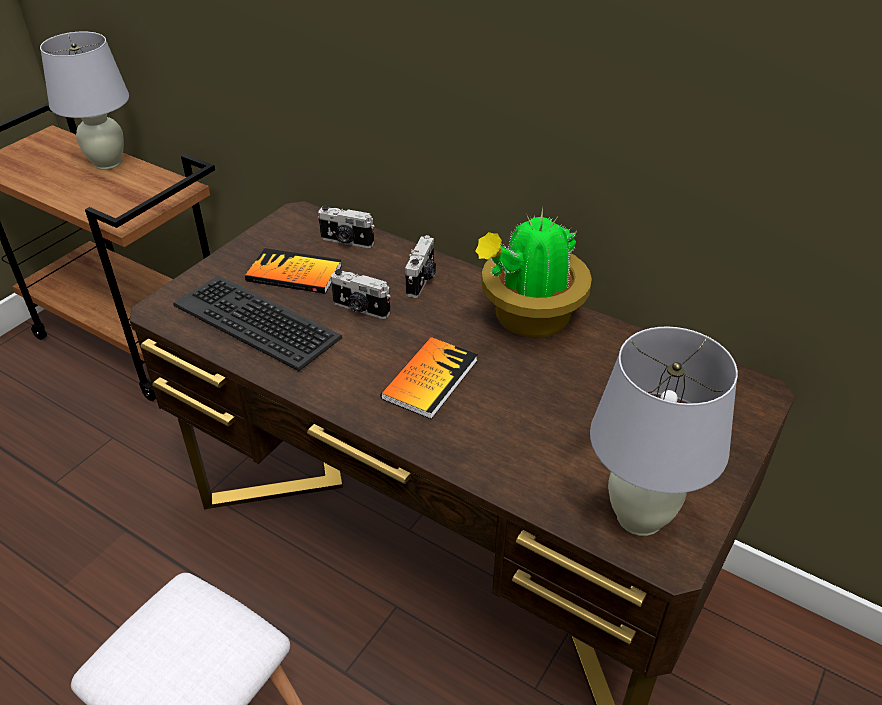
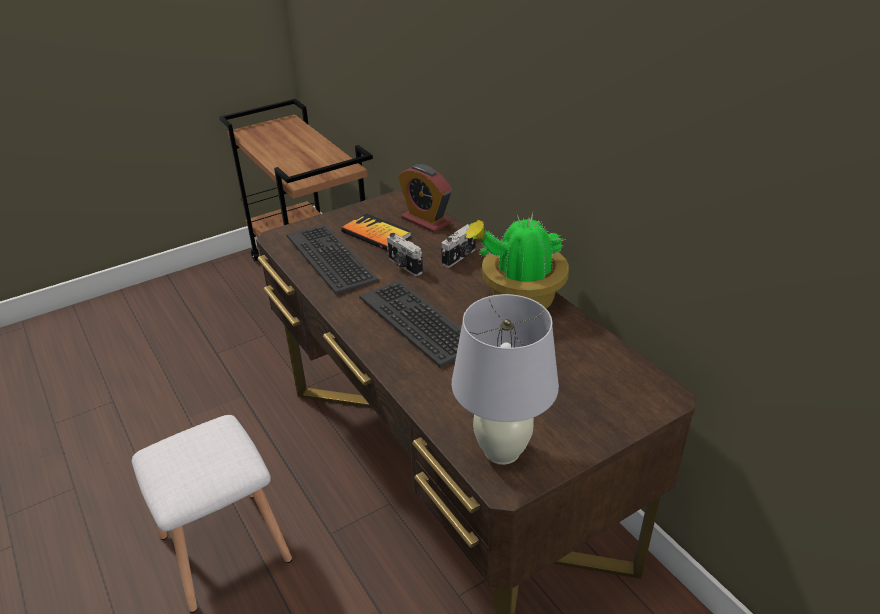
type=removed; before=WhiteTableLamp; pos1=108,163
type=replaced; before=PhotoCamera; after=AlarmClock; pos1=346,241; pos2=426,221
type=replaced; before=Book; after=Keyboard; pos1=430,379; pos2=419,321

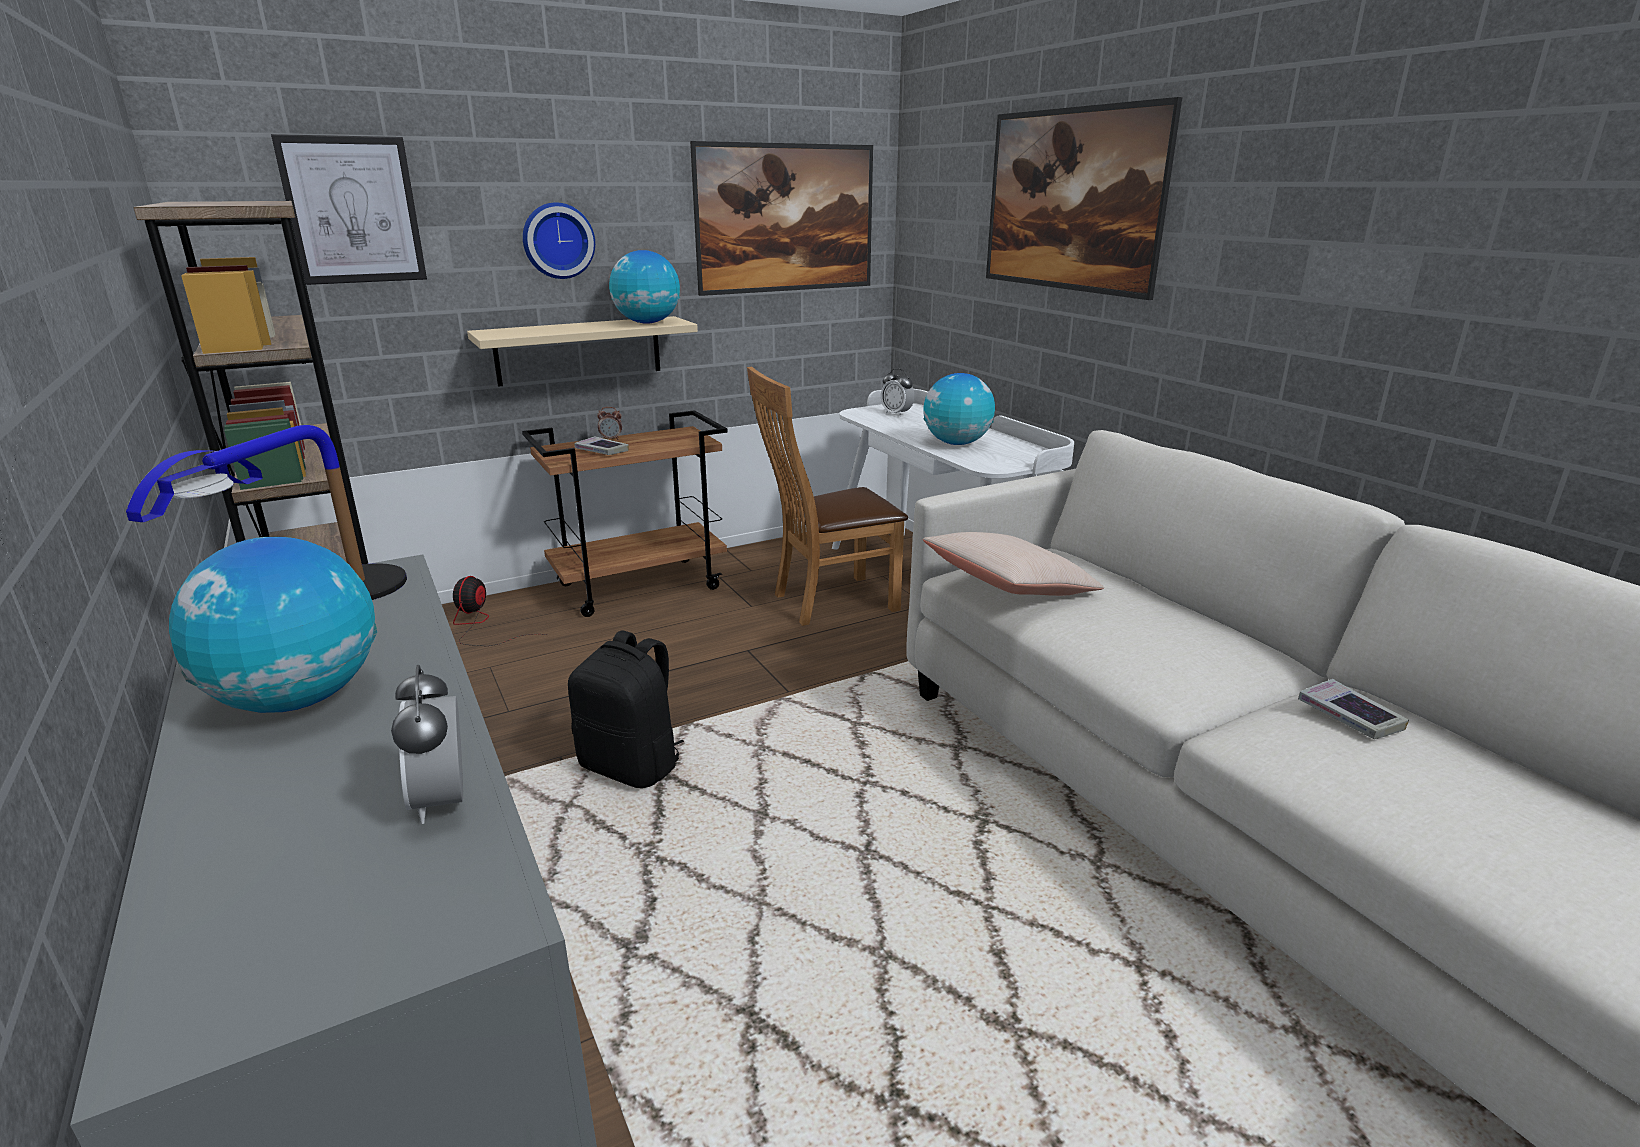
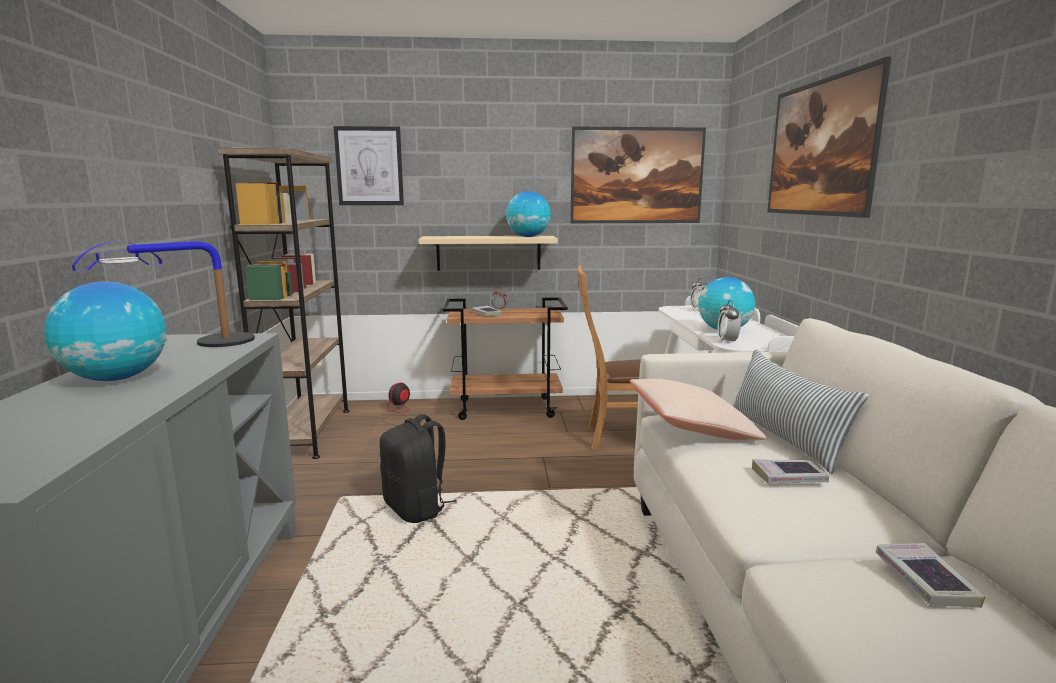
type=removed; before=WallClock; pos1=557,240
type=added; after=Pillow; pos2=784,438
type=added; after=Book; pos2=788,477
type=moved; before=AlarmClock; pos1=442,800; pos2=727,342

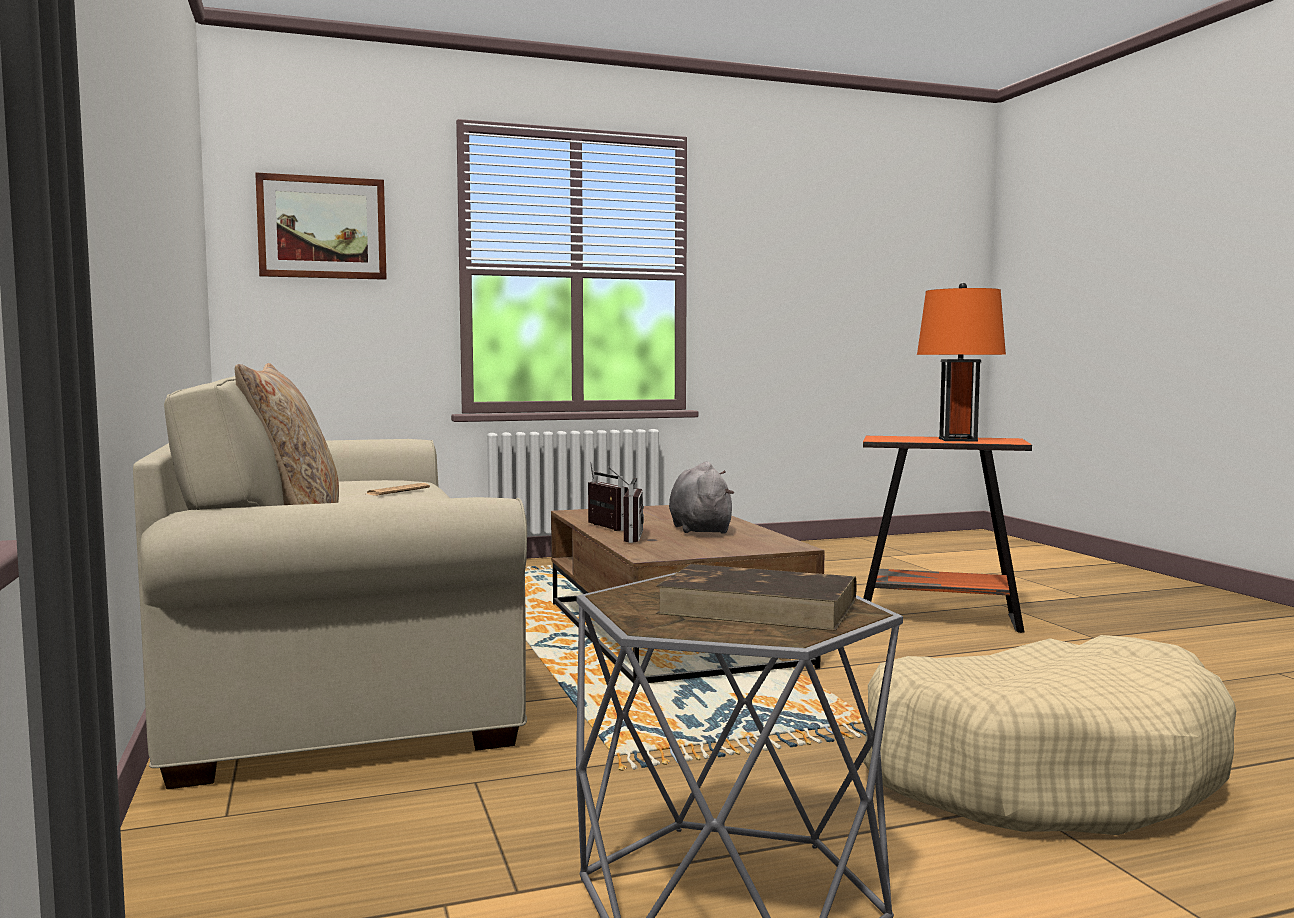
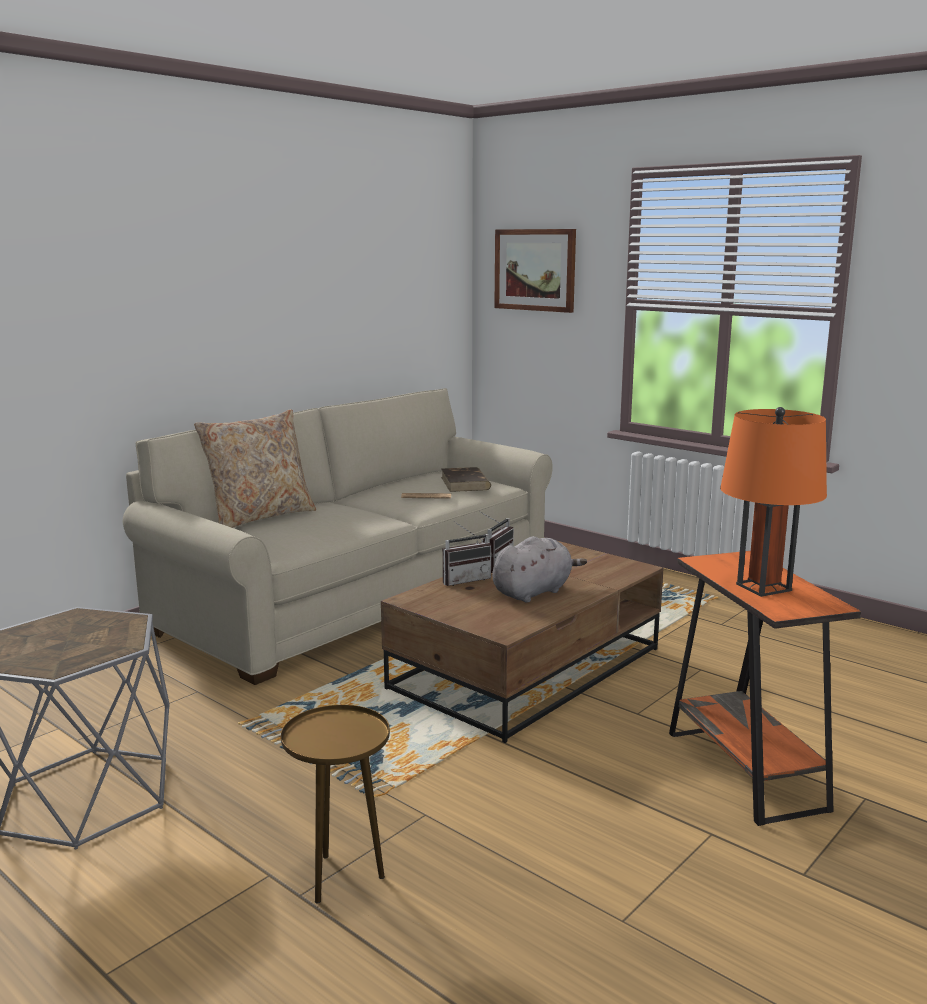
type=moved; before=BrownBook; pos1=760,607; pos2=465,483
type=replaced; before=BeigeDogBed; after=BrownSideTable; pos1=1041,772; pos2=341,877

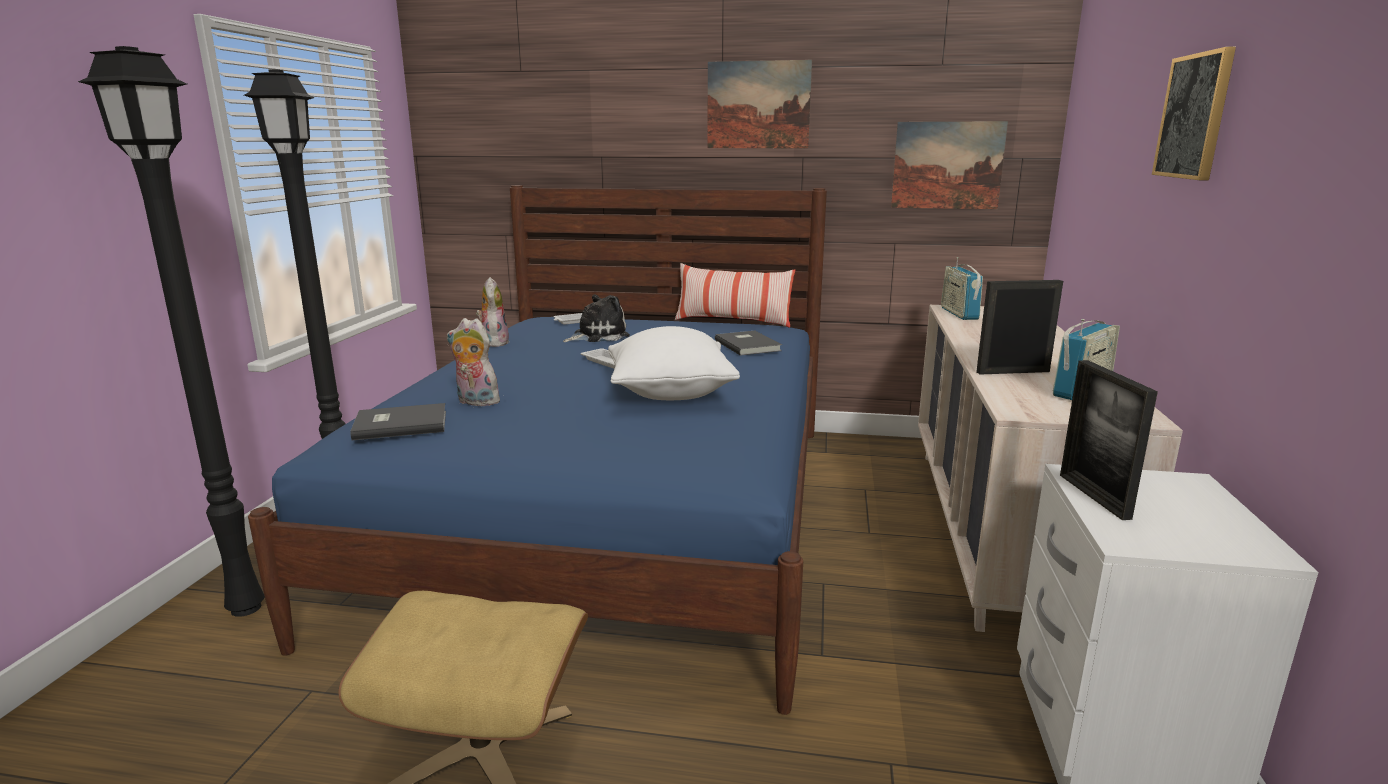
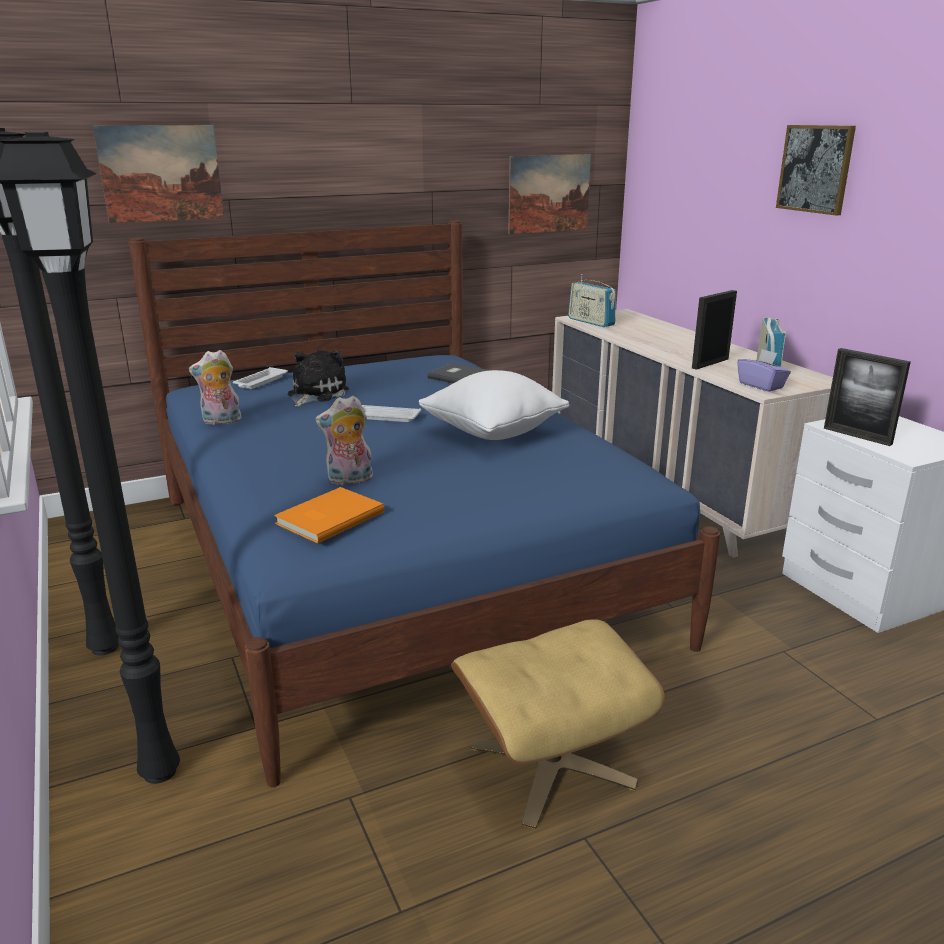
type=removed; before=Pillow; pos1=733,321
type=added; after=PurpleTissueBox; pos2=761,385
type=moved; before=Picture; pos1=758,105; pos2=161,173
type=recoloured; before=GreyBook; after=OrangeBook; pos1=399,424; pos2=327,517
type=turned; before=PlushToy; pos1=494,342; pos2=220,421; turn=-60

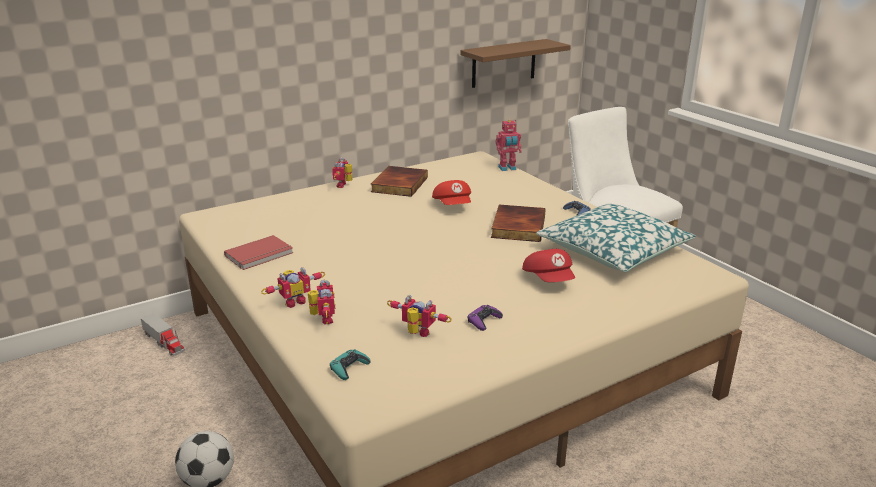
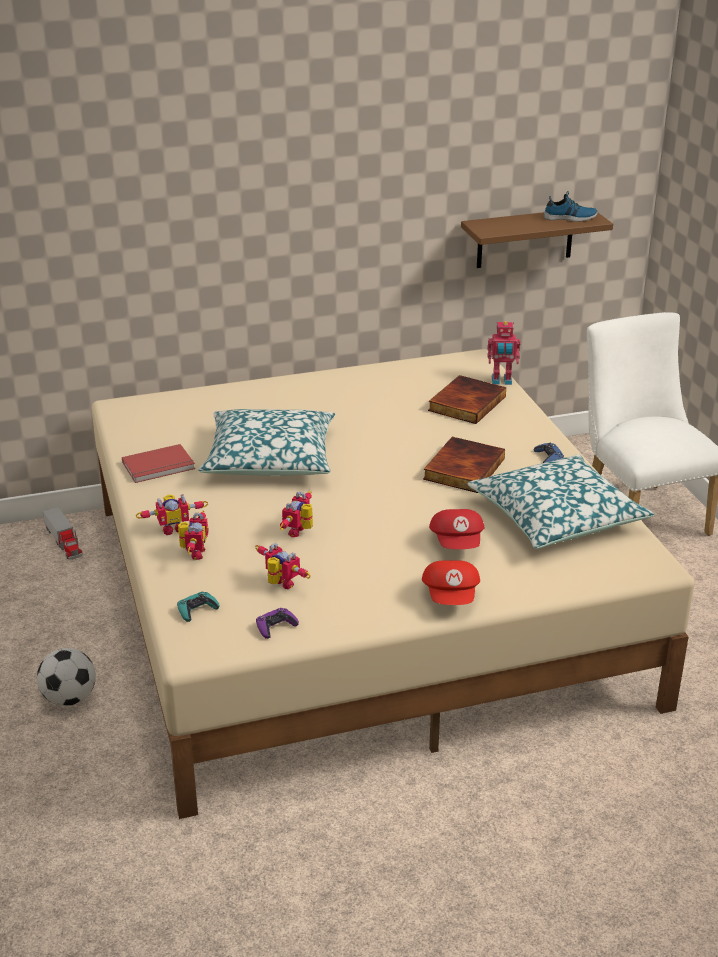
type=added; after=Pillow; pos2=270,458
type=added; after=Shoe; pos2=570,218
type=moved; before=ToyRobot; pos1=344,185; pos2=300,532
type=moved; before=Book; pos1=398,184; pos2=466,403
type=moved; before=RedCap; pos1=453,206; pos2=451,596
type=moved; before=PurpleGameController; pos1=484,321; pos2=276,626

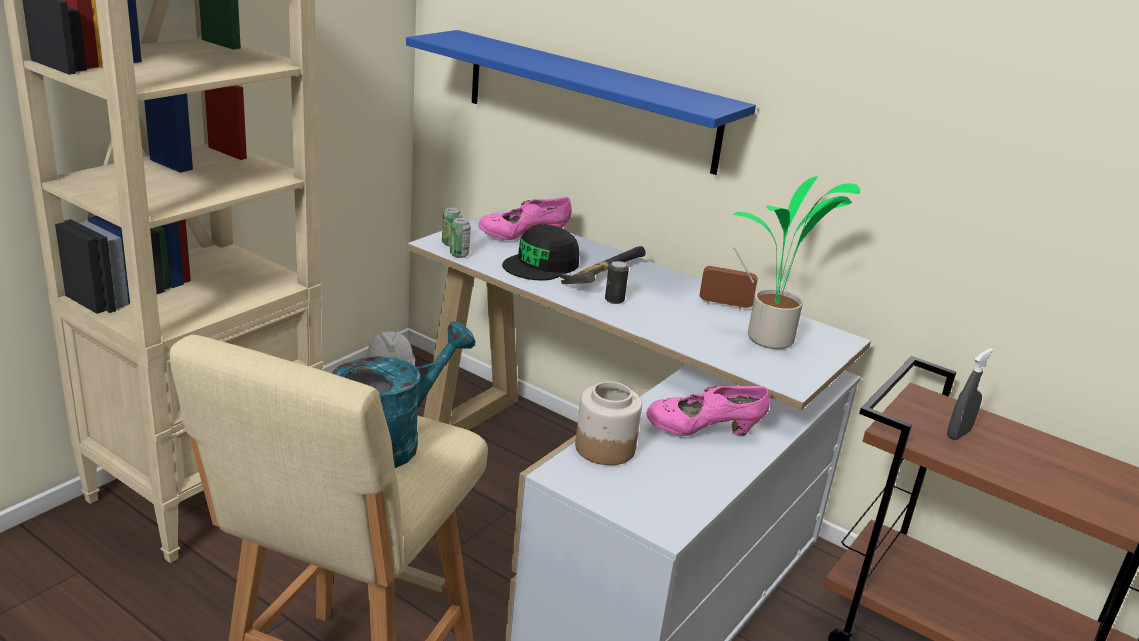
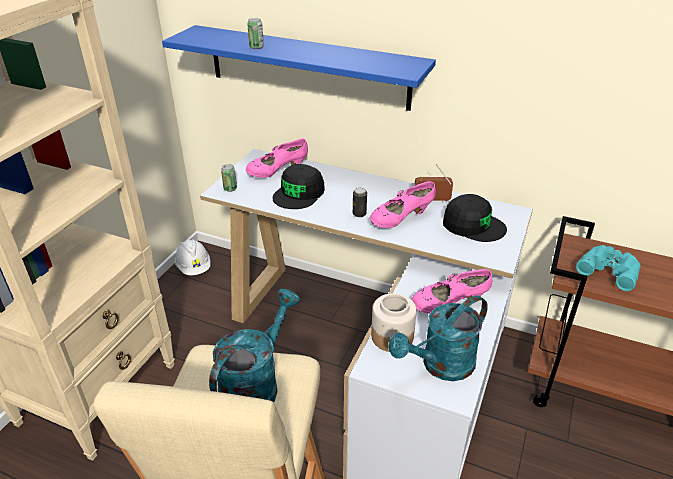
type=removed; before=Hammer; pos1=600,276
type=added; after=PinkShoe; pos2=401,219
type=added; after=TurquoiseWateringCan; pos2=440,366
type=moved; before=Can; pos1=459,254; pos2=256,47
type=replaced; before=PottedPlant; after=BlackCap; pos1=771,341; pos2=473,225
type=replaced; before=GreySprayBottle; after=TurquoiseBinoculars; pos1=958,434; pos2=609,269

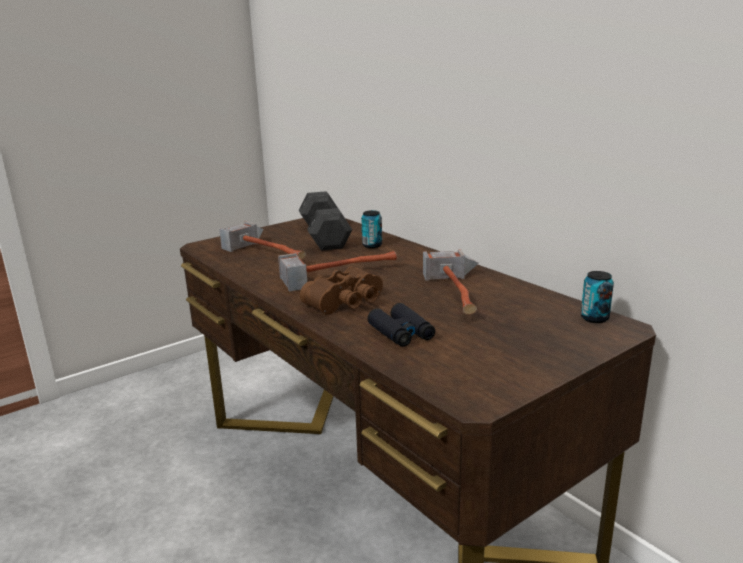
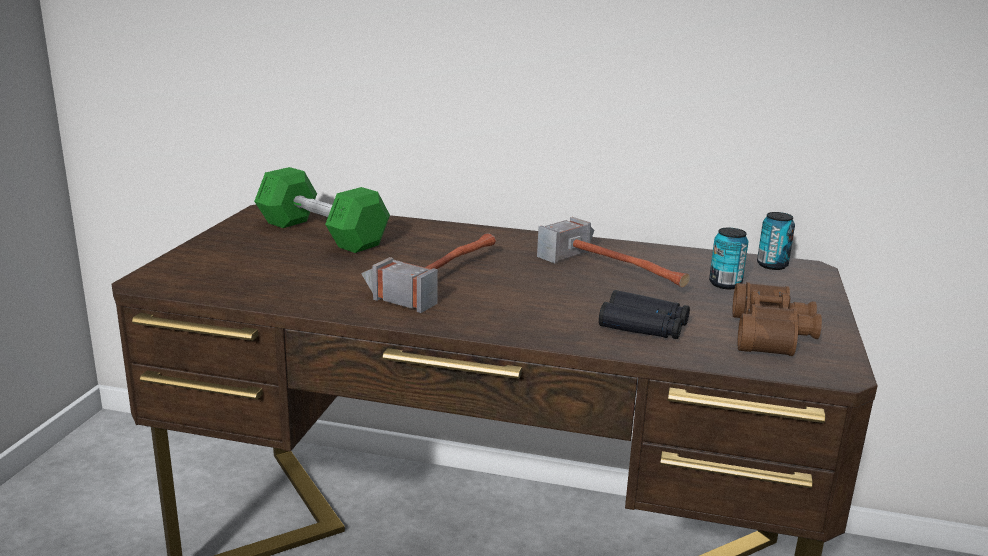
type=removed; before=Hammer; pos1=272,253
type=moved; before=BrownBinoculars; pos1=347,303; pos2=773,335
type=moved; before=Can; pos1=372,245; pos2=725,284
type=recoloured; before=GreyDumbbell; after=GreenDumbbell; pos1=325,236; pos2=322,233

